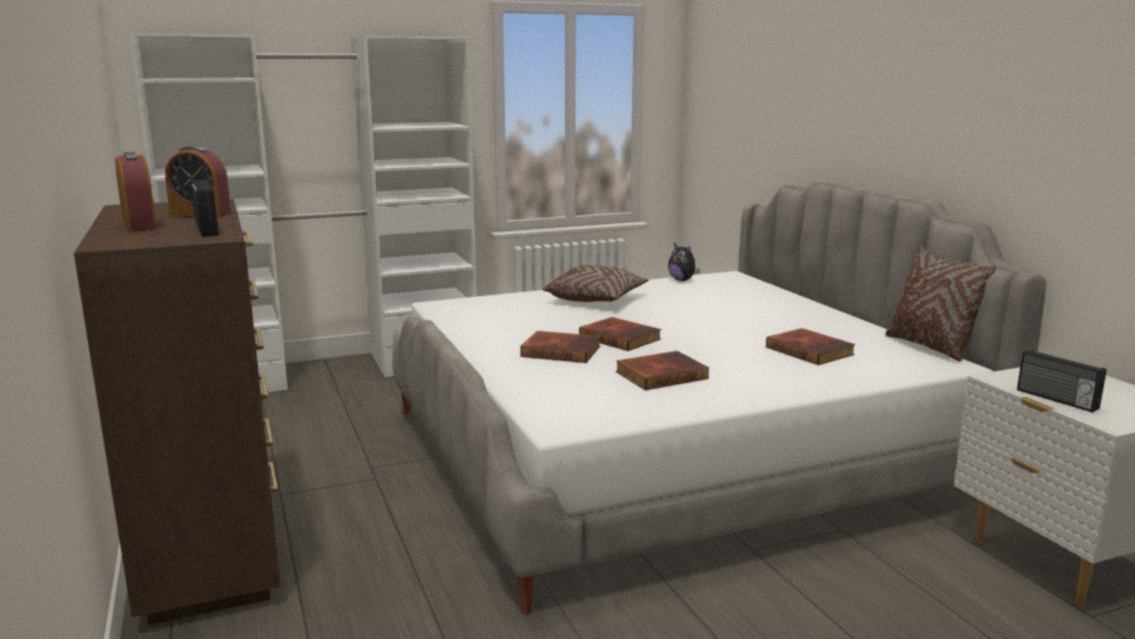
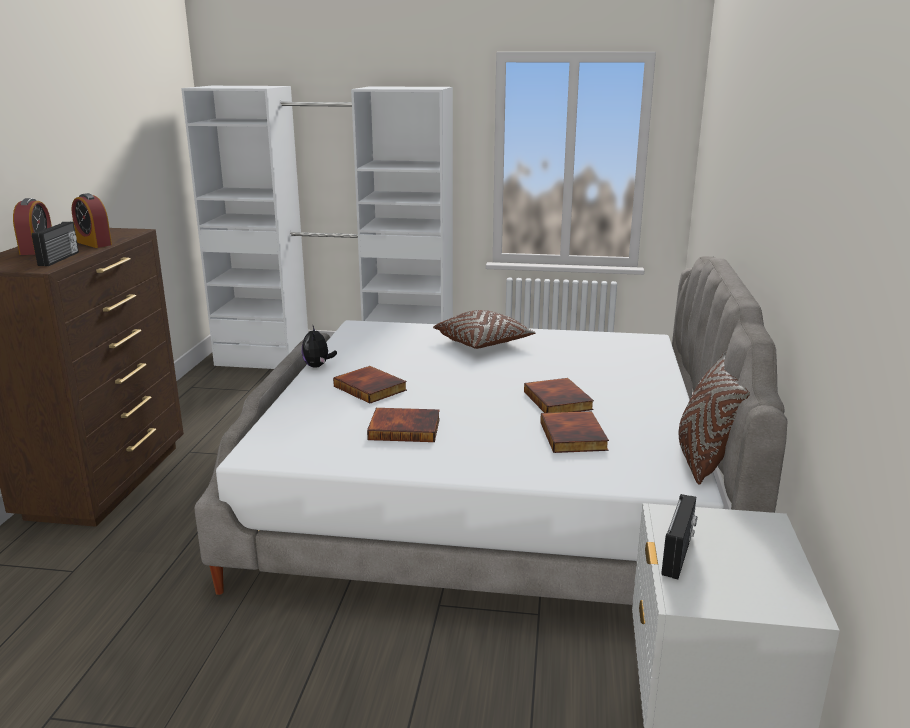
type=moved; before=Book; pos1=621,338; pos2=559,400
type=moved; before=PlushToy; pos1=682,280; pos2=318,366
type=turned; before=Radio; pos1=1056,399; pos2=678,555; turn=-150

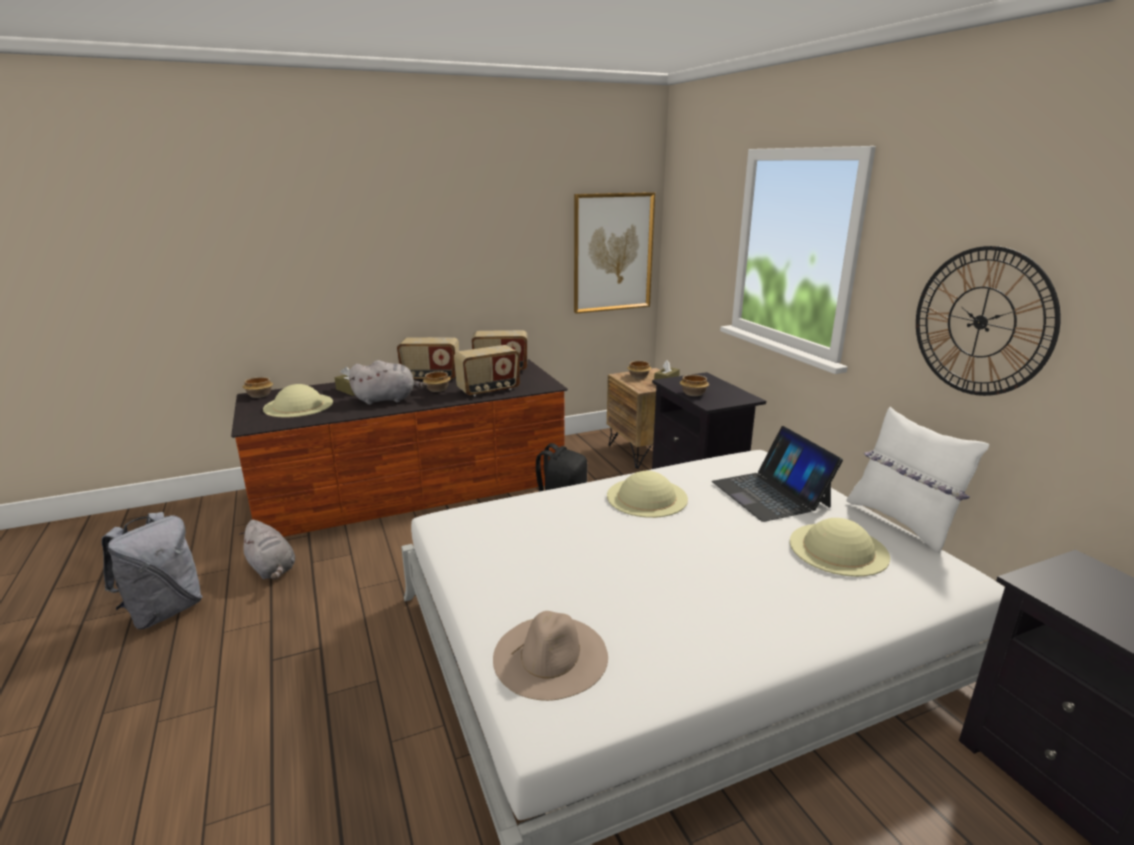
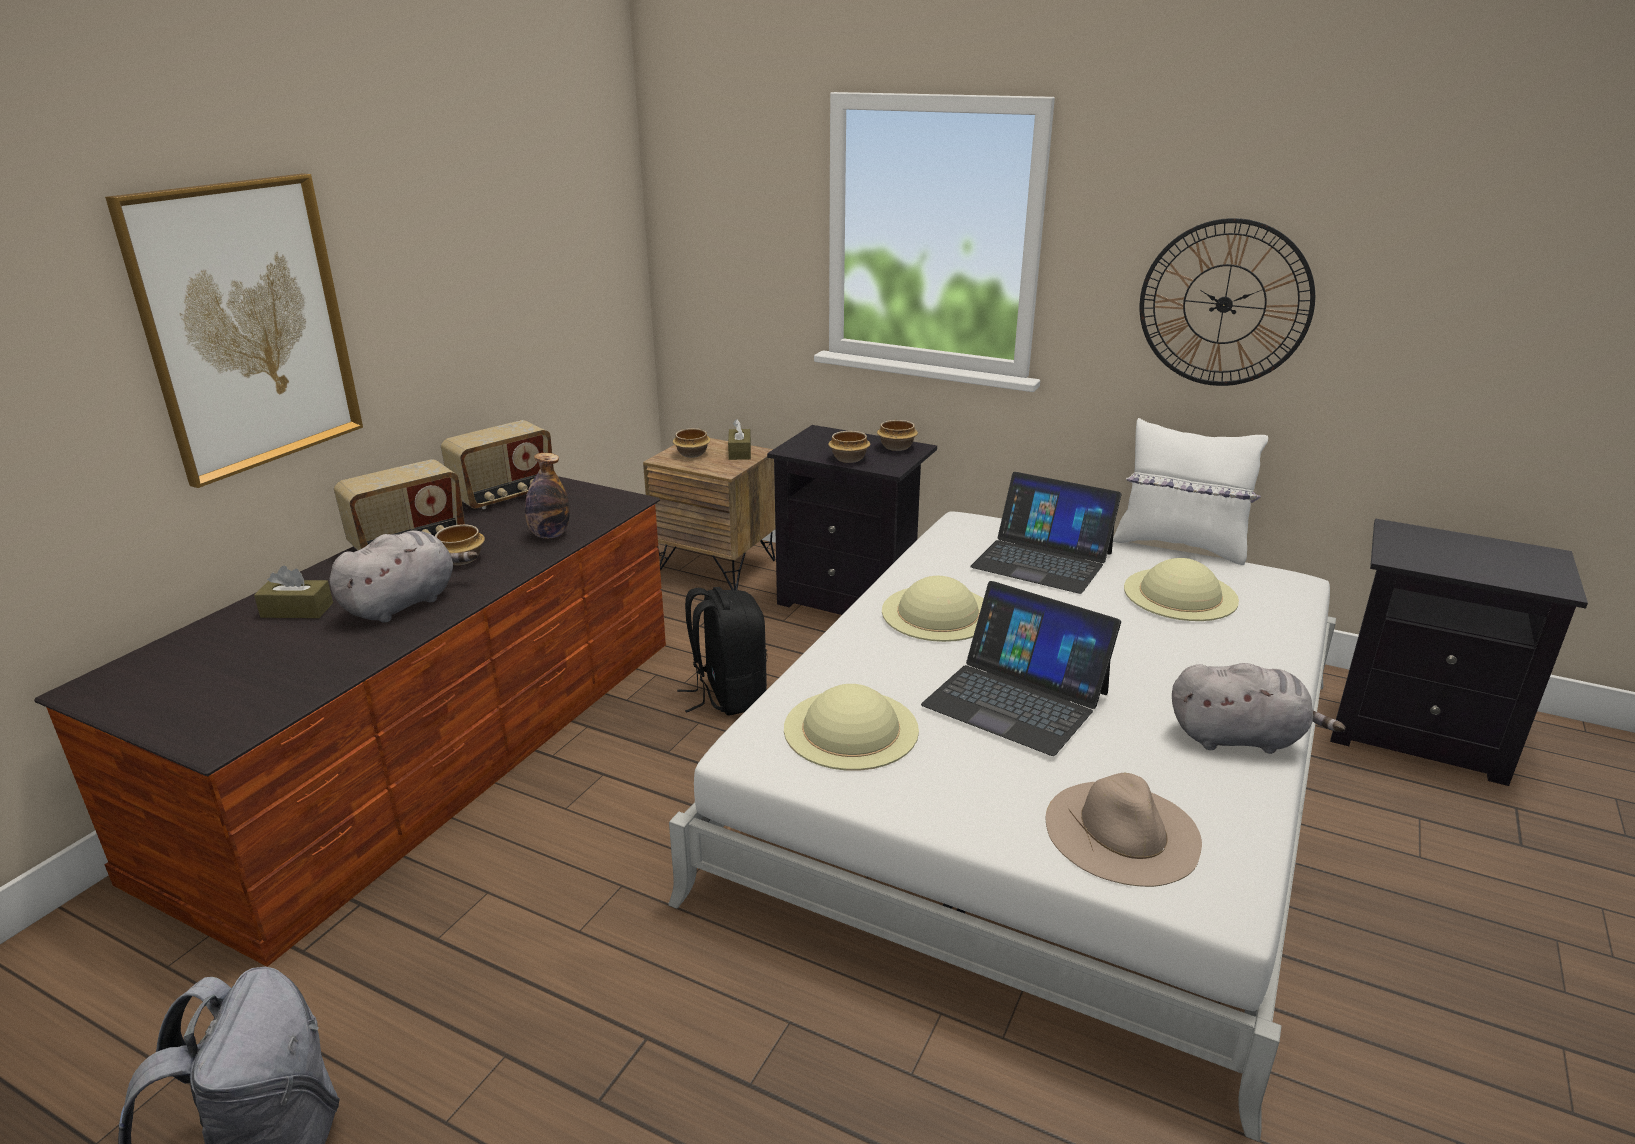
type=added; after=Laptop; pos2=1016,698
type=moved; before=GreyPlushToy; pos1=272,569; pos2=1240,738
type=moved; before=Bowl; pos1=259,395; pos2=896,447
type=moved; before=BeigeHat; pos1=298,405; pos2=851,728
type=moved; before=Picture; pos1=612,252; pos2=247,326
type=replaced; before=Radio; after=Bottle; pos1=488,390; pos2=549,535

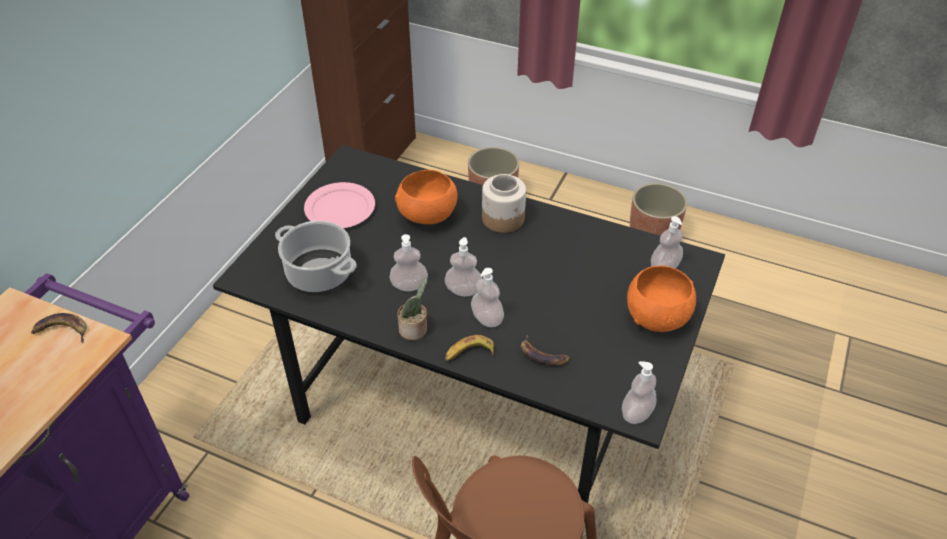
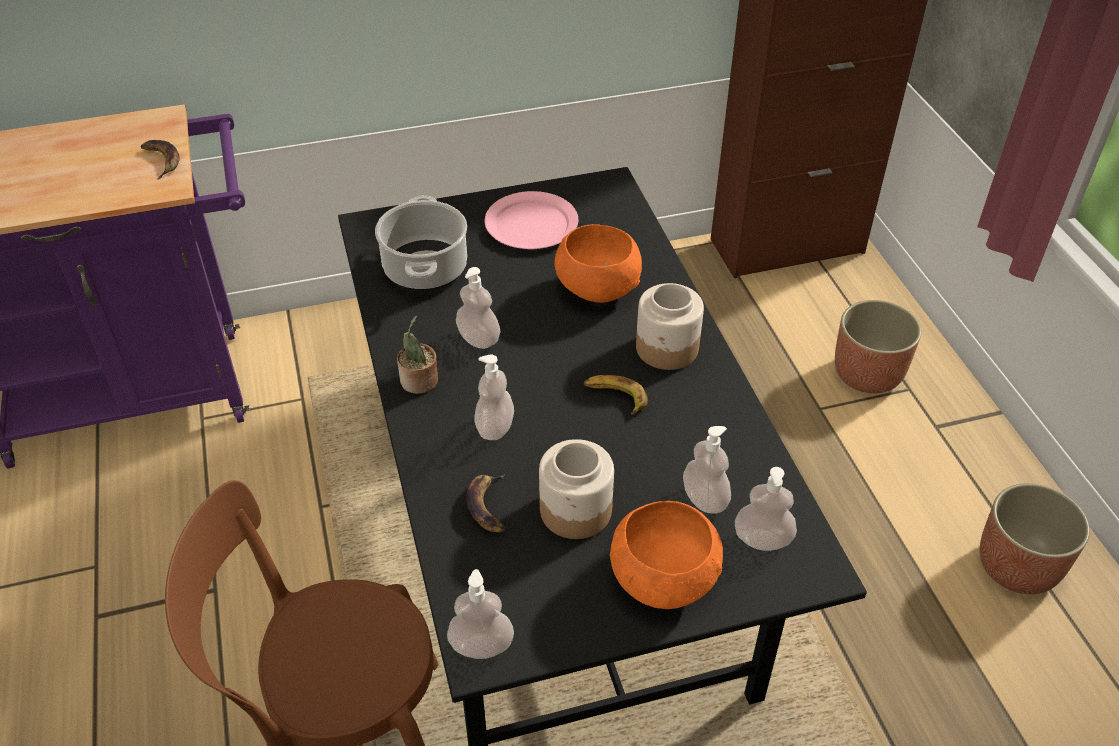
type=added; after=Jar; pos2=576,510
type=moved; before=SoapDispenser; pos1=463,290; pos2=704,499
type=moved; before=Banana; pos1=469,353; pos2=615,397

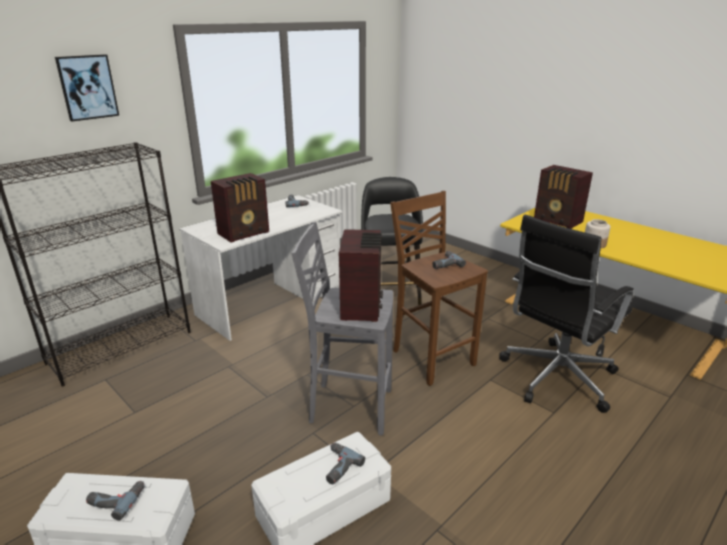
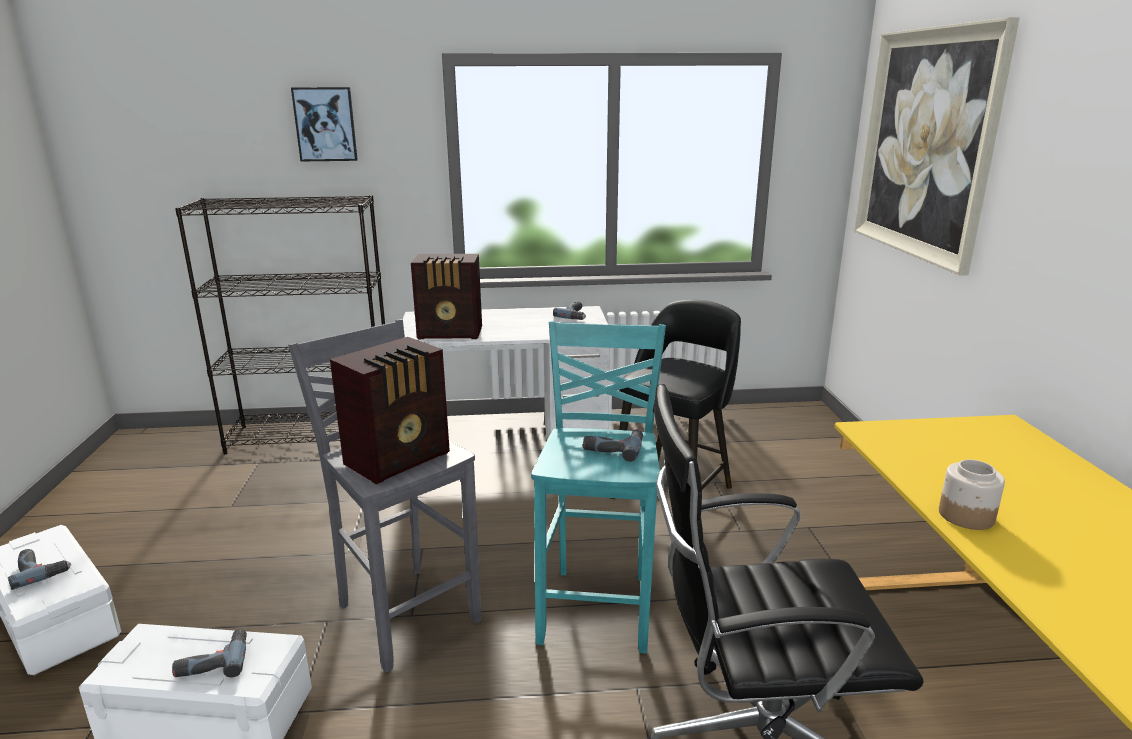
type=removed; before=Radio; pos1=558,221
type=added; after=Picture; pos2=926,144
type=recoloured; before=BrownStool; after=TurquoiseStool; pos1=431,357; pos2=598,607

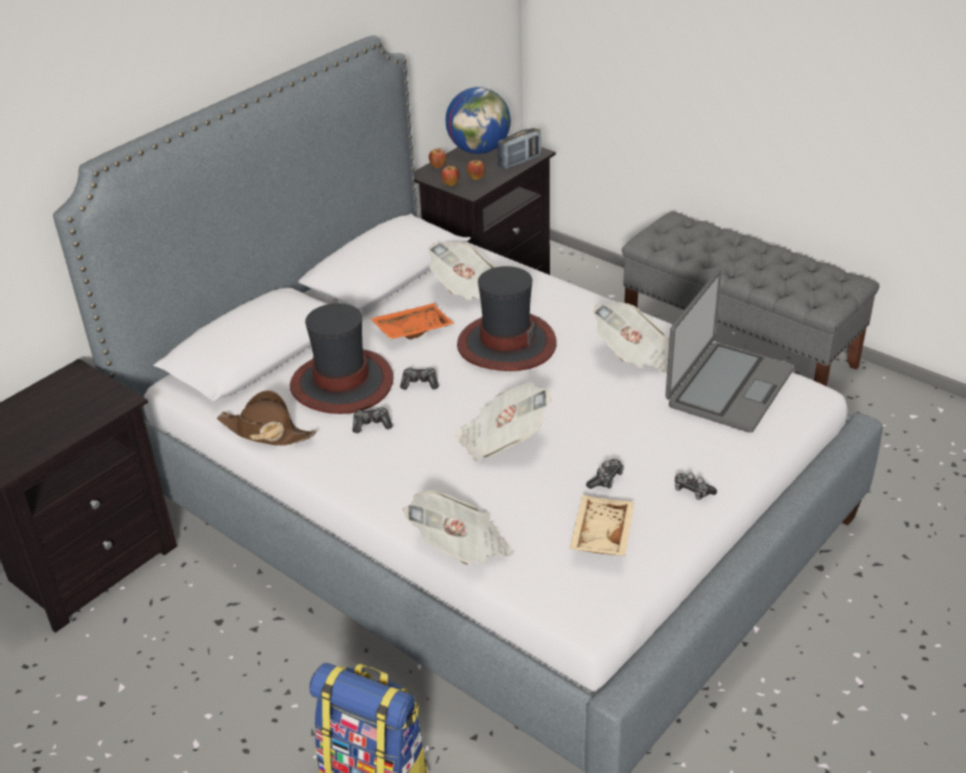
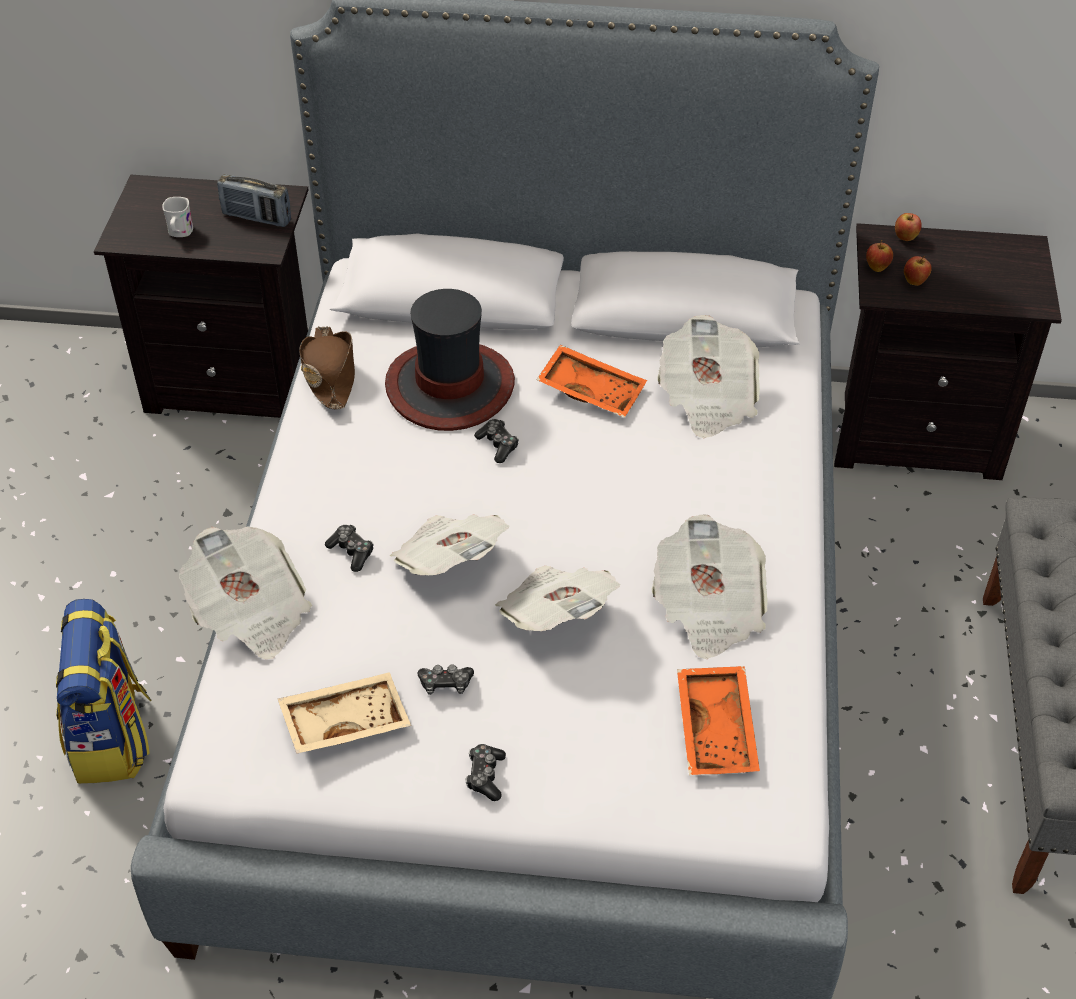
type=removed; before=Globe; pos1=479,150
type=removed; before=Hat; pos1=506,344
type=added; after=WhiteMug; pos2=179,233
type=added; after=Newspaper; pos2=556,615
type=moved; before=GameController; pos1=372,424; pos2=352,552
type=moved; before=Radio; pos1=519,161; pos2=256,218
type=replaced; before=Laptop; after=OrangeTray; pos1=728,388; pos2=718,729

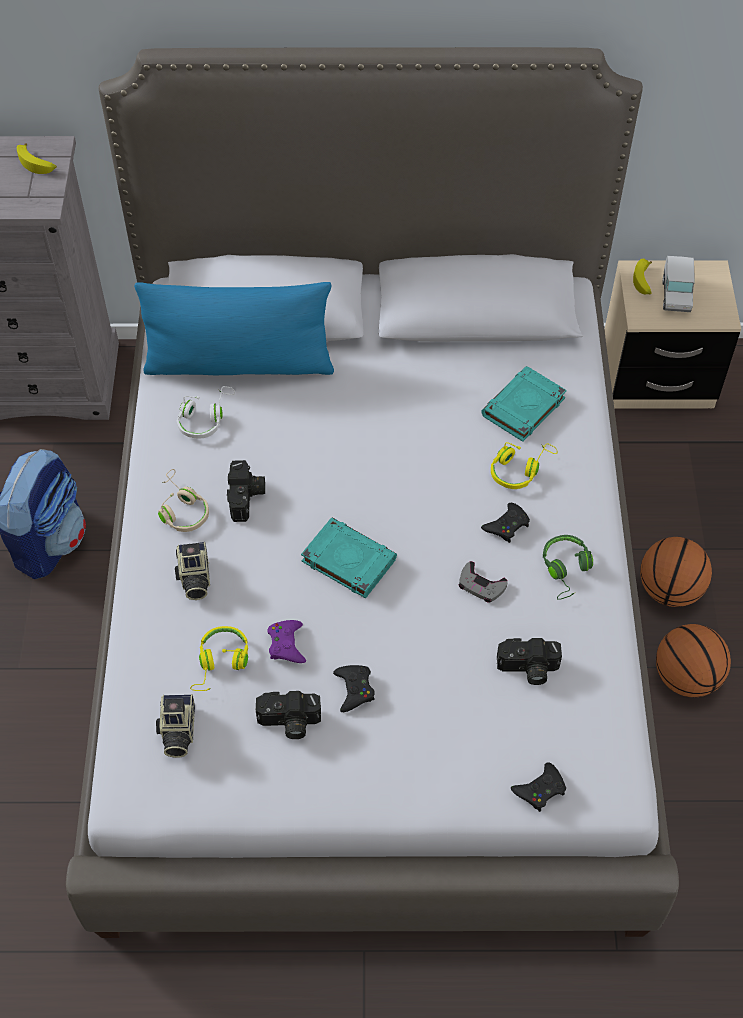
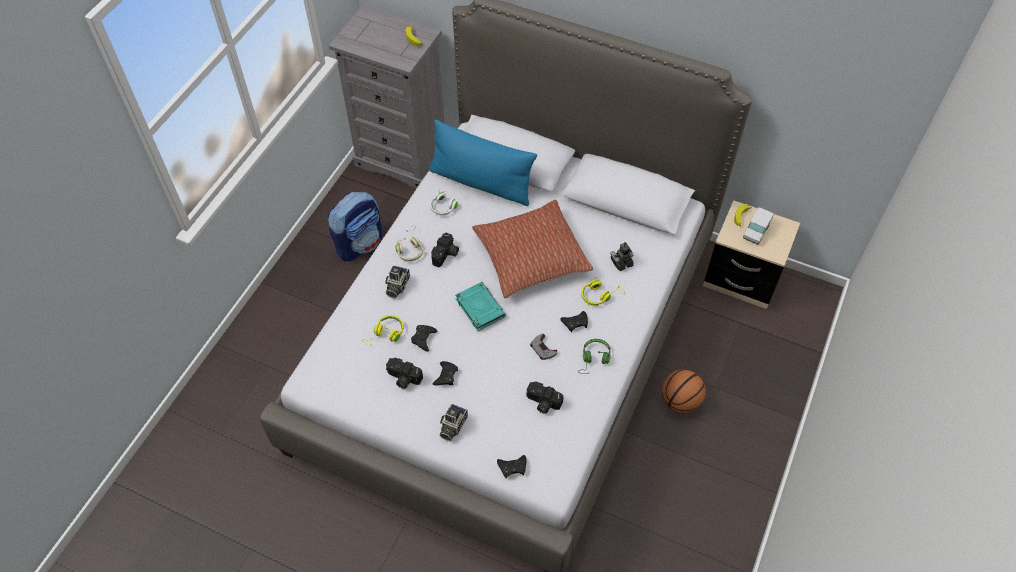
type=removed; before=Basketball; pos1=686,677
type=added; after=Pillow; pos2=530,257
type=moved; before=PhotoCamera; pos1=177,731; pos2=452,426
type=replaced; before=TurquoiseBook; after=ToyRobot; pos1=523,408; pos2=621,262
type=recoloured; before=PurpleGameController; after=BlackGameController; pos1=286,644; pos2=423,338

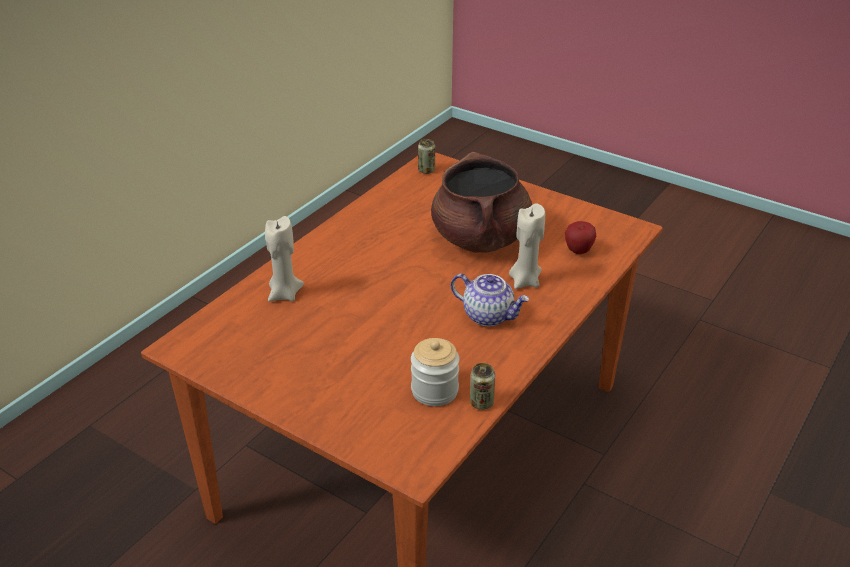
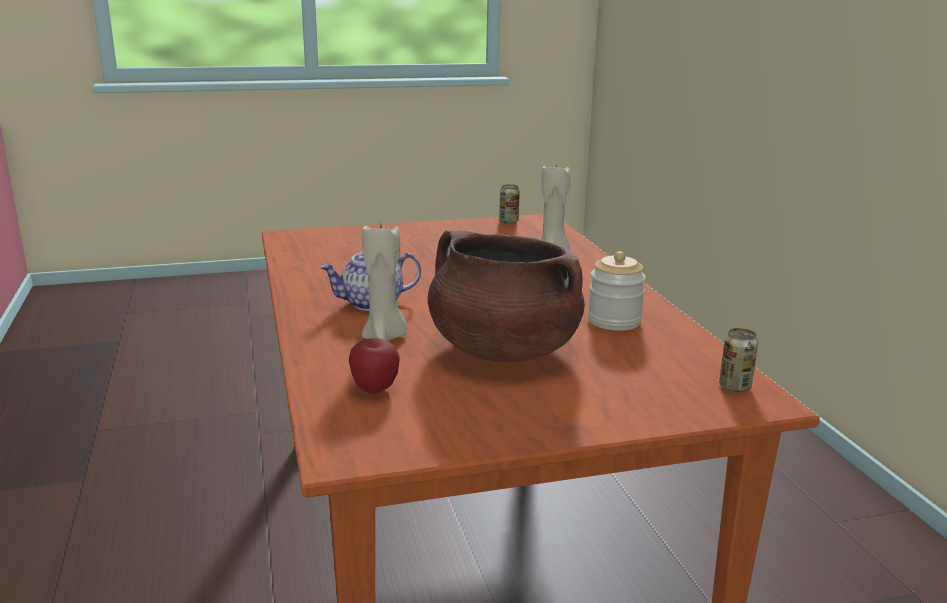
type=moved; before=Jar; pos1=434,391; pos2=614,321
type=moved; before=Can; pos1=481,403; pos2=508,221

